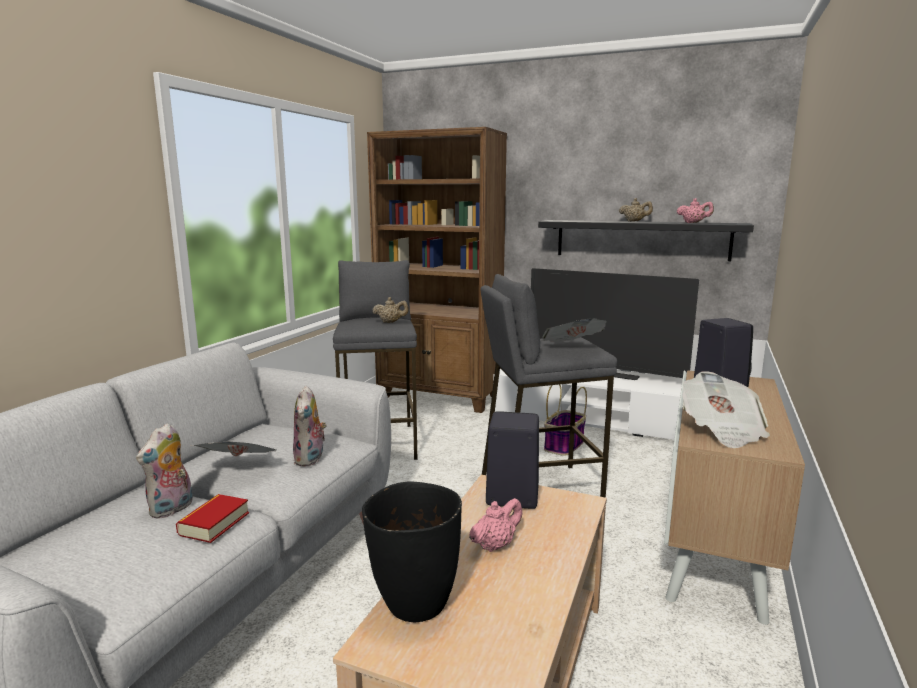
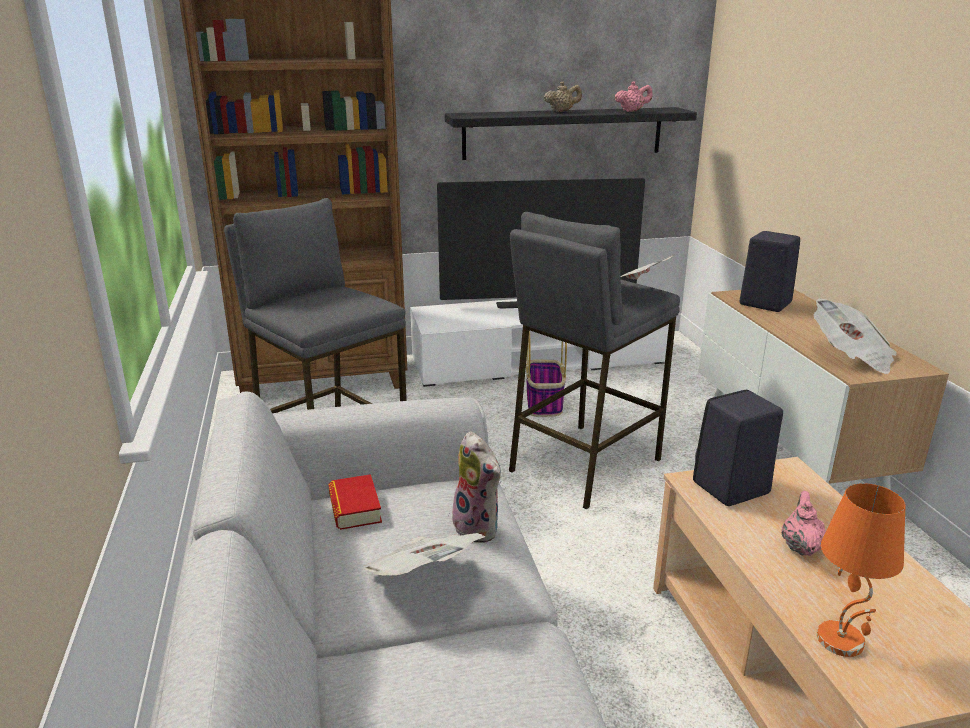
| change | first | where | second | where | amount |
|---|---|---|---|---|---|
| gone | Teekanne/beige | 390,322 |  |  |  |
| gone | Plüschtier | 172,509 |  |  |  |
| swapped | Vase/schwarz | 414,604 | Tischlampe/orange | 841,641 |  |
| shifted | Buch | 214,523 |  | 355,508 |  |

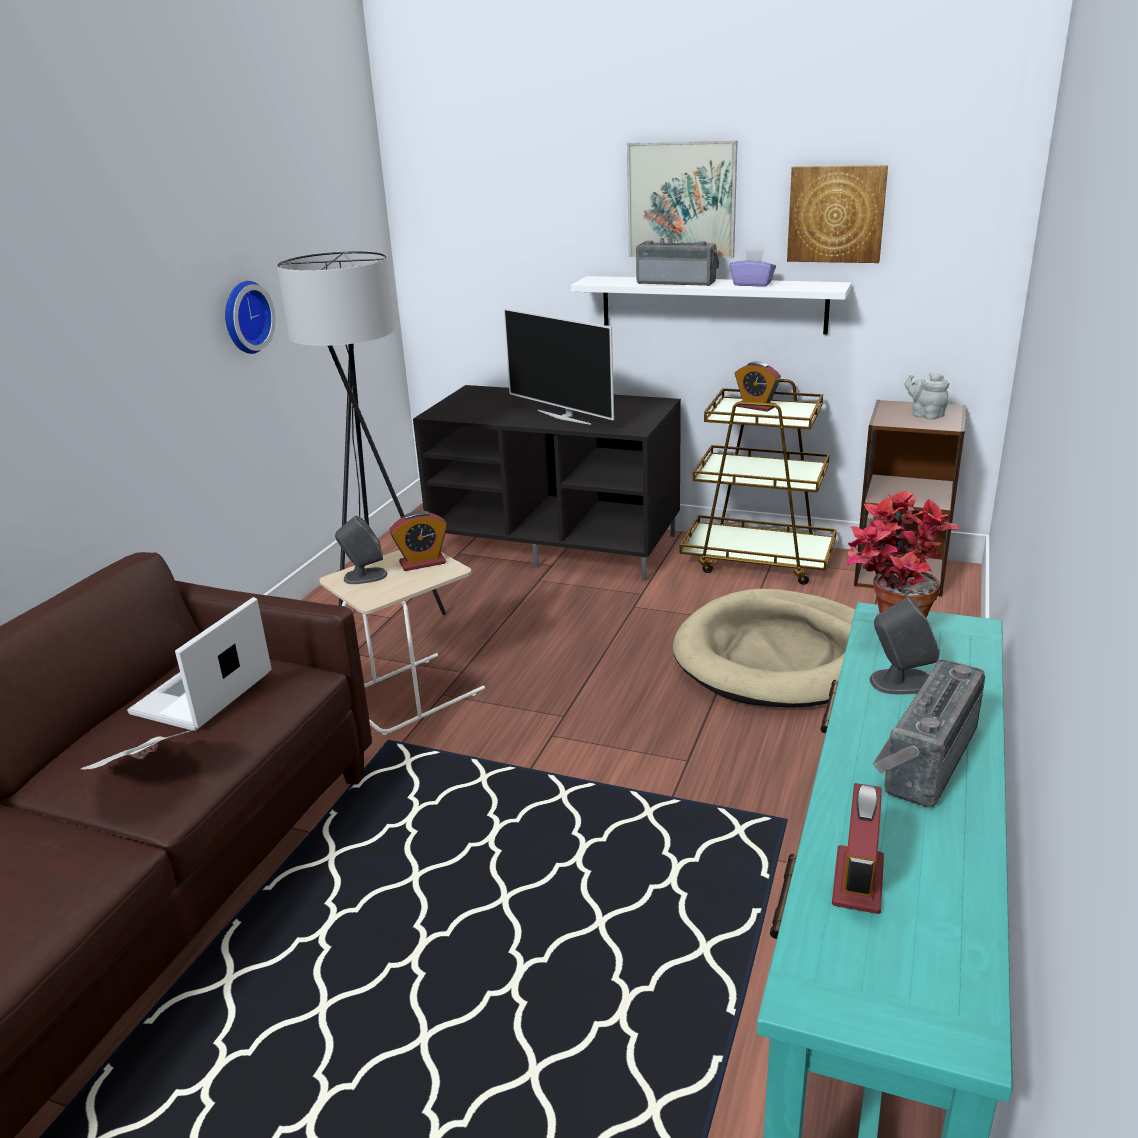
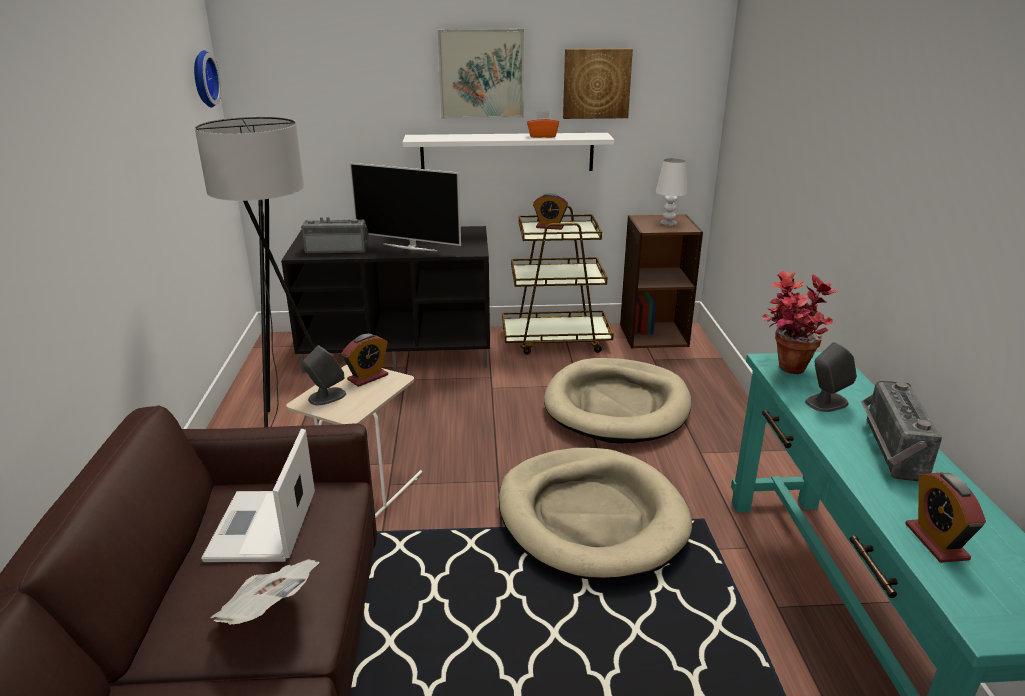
| change | first | where | second | where | amount |
|---|---|---|---|---|---|
| shifted | Radio | 677,282 |  | 337,249 |  |
| repainted | Taschentuchbox/lila | 752,284 | Taschentuchbox/orange | 542,136 |  |
| shifted | Wanduhr | 244,317 |  | 202,79 |  |
| swapped | Teekanne/grau | 925,415 | Tischlampe/weiß | 668,223 |  |
| new |  |  | Hundebett/beige | 591,517 |  |

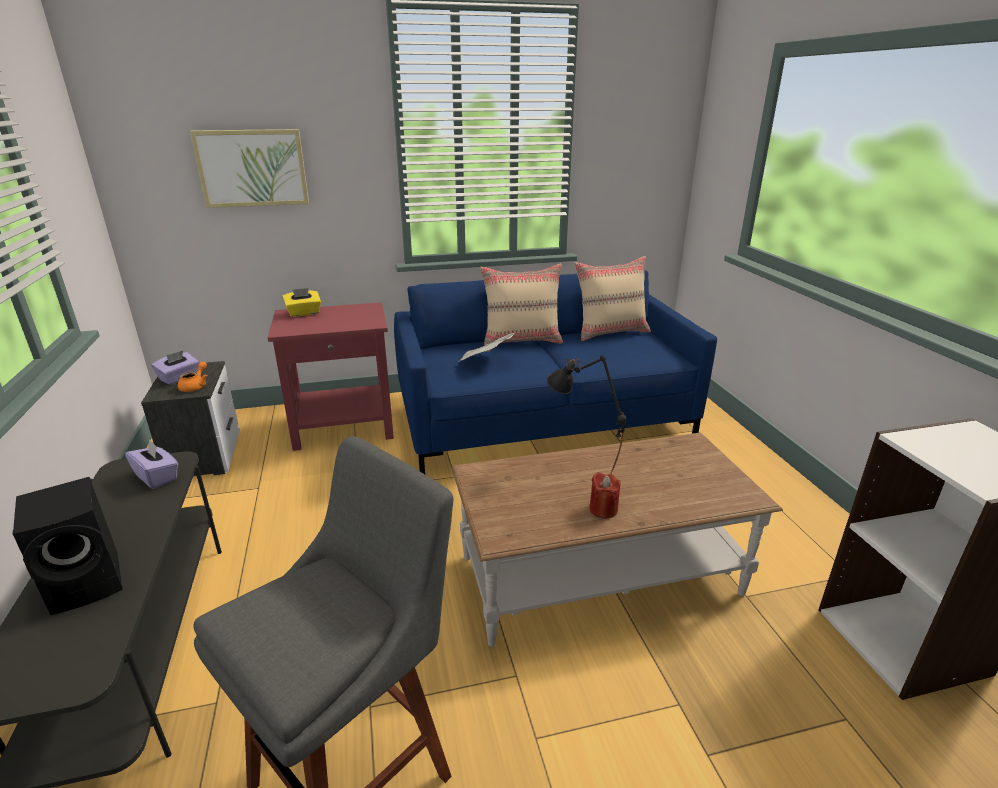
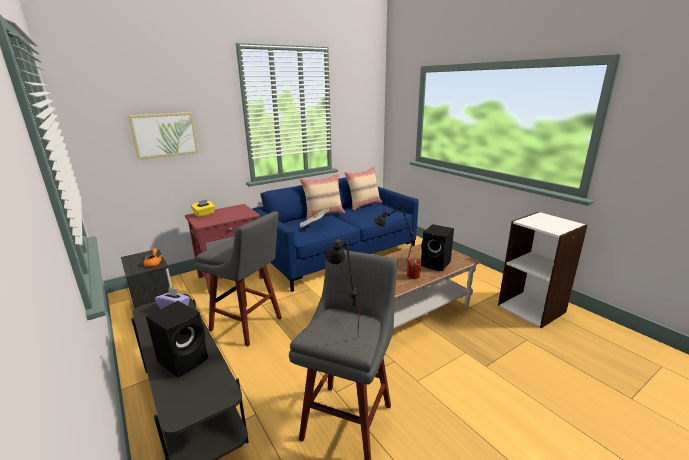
| change | first | where | second | where | amount |
|---|---|---|---|---|---|
| gone | Taschentuchbox/lila | 179,378 |  |  |  |
| new |  |  | Hocker/grau | 249,325 |  |
| new |  |  | Lautsprecher/schwarz | 436,264 |  |
| new |  |  | Tischlampe/schwarz | 343,326 |  |

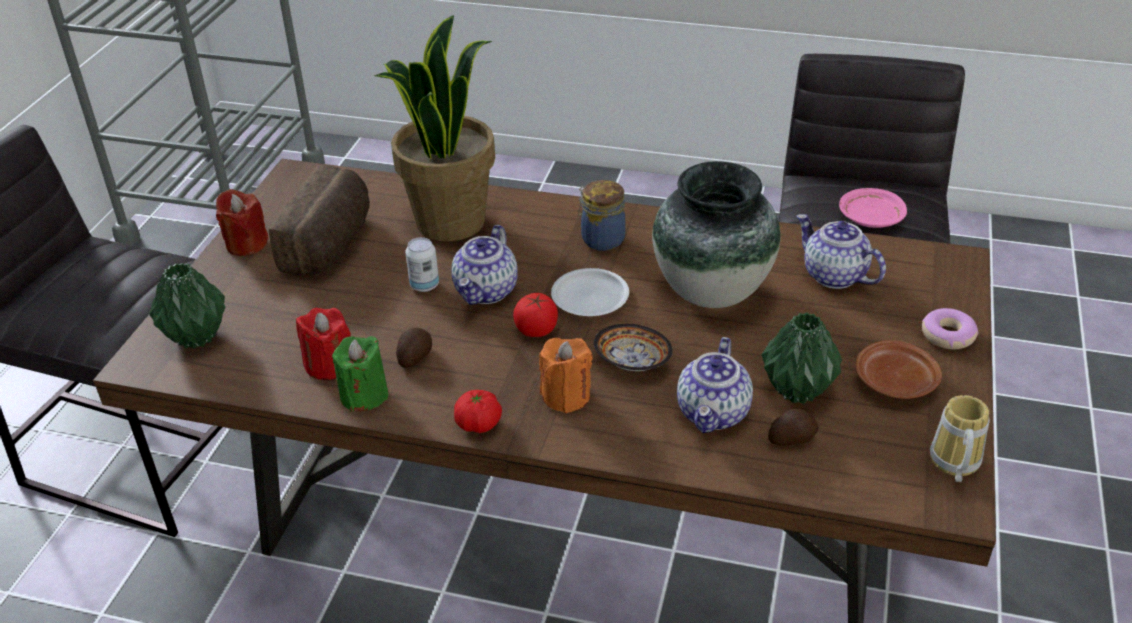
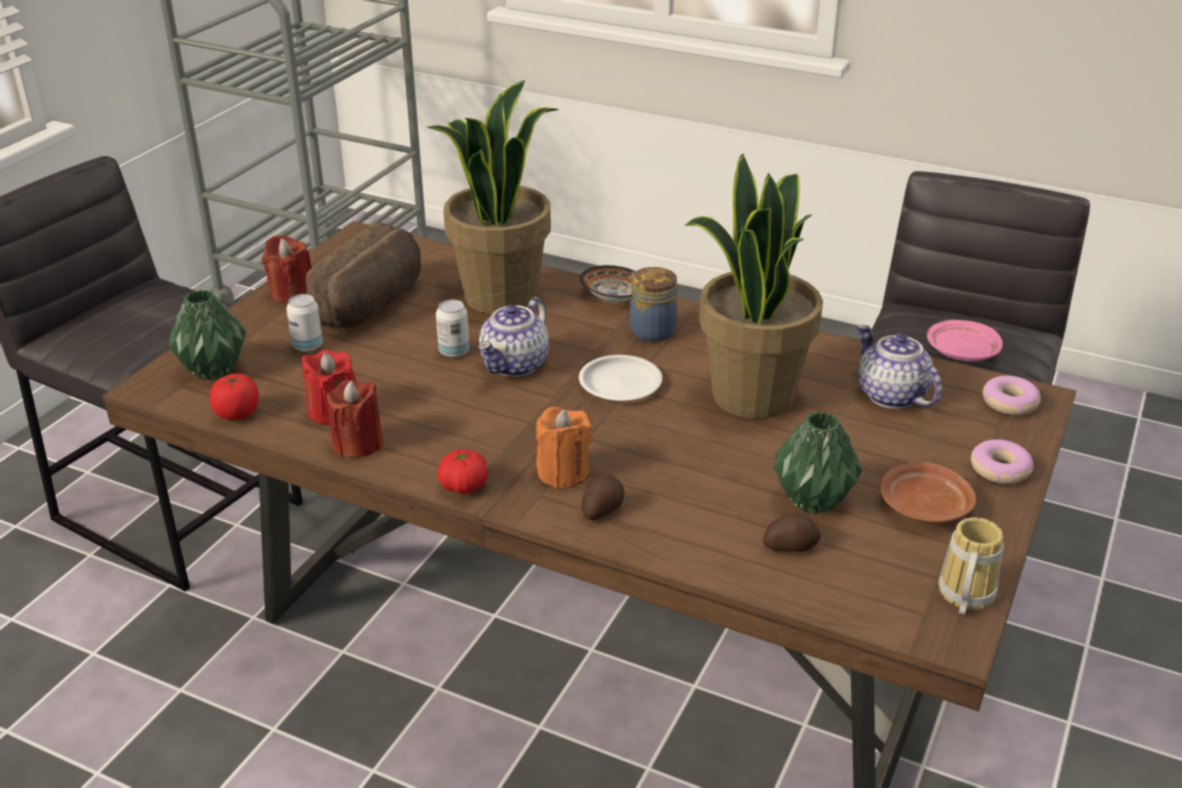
| change | first | where | second | where | amount |
|---|---|---|---|---|---|
| swapped | Vase | 711,293 | Topfpflanze | 751,395 |  |
| shifted | Tomate | 536,329 |  | 237,413 |  |
| shifted | Schüssel | 631,361 |  | 613,297 |  |
| shifted | Kartoffel | 414,357 |  | 601,509 |  |
| repainted | Kerze/grün | 364,395 | Kerze/rot | 358,444 |  |
| gone | Teekanne | 714,413 |  |  |  |
| new |  |  | Dose | 307,346 |  |
| new |  |  | Donut | 1009,402 |  |

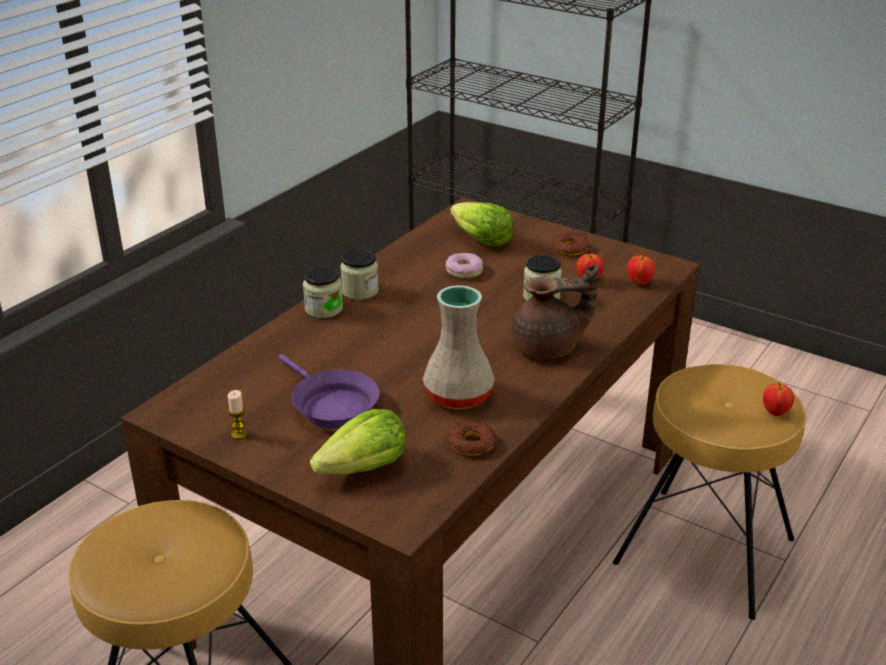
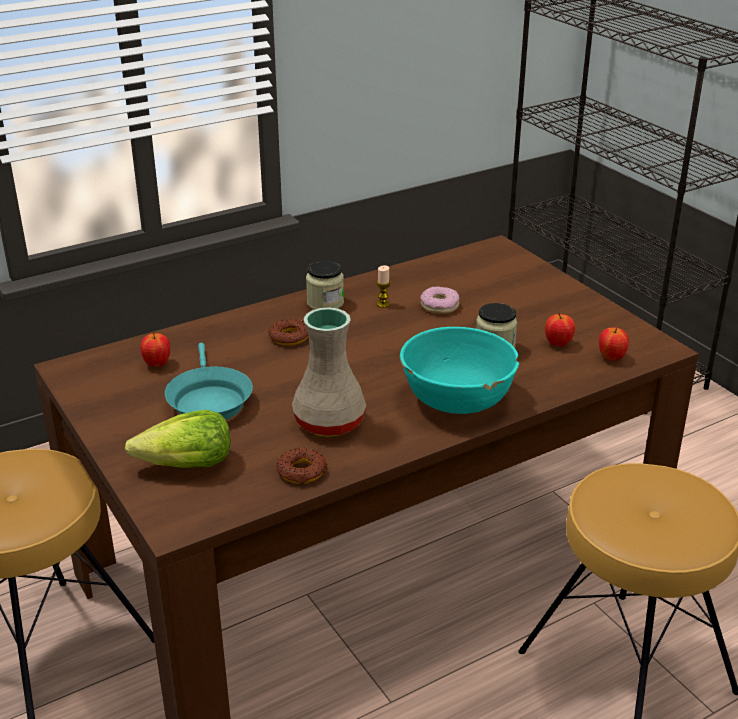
| change | first | where | second | where | amount |
|---|---|---|---|---|---|
| gone | Salatkopf | 480,240 |  |  |  |
| shifted | Donut | 570,249 |  | 289,337 |  |
| swapped | Teekanne/braun | 548,348 | Schüssel/türkis | 457,400 |  |
| gone | Vorratsglas | 323,309 |  |  |  |
| repainted | Pfanne/lila | 331,405 | Pfanne/türkis | 208,400 |  |
| shifted | Apfel | 775,412 |  | 157,364 |  |
| shifted | Kerze | 239,434 |  | 383,304 |  |

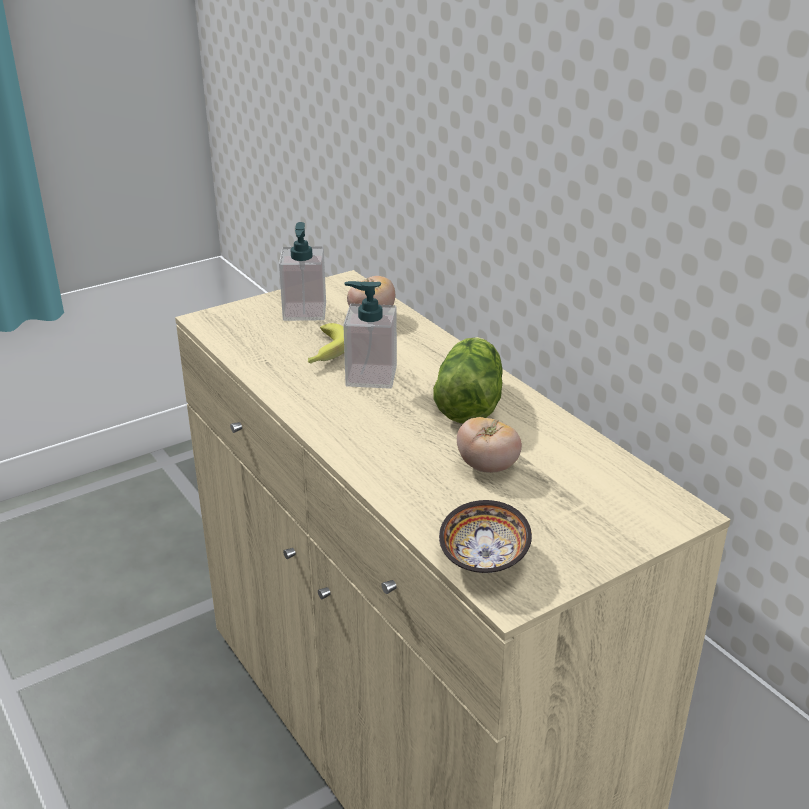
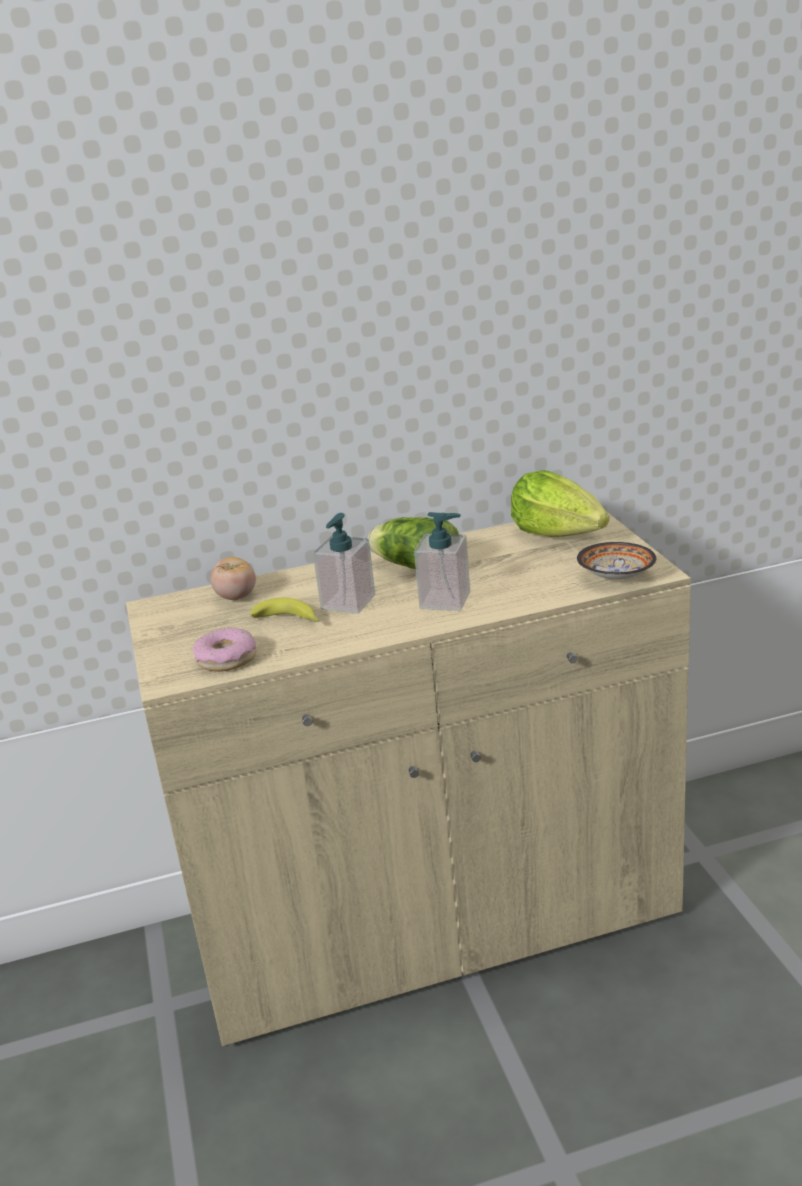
| change | first | where | second | where | amount |
|---|---|---|---|---|---|
| shifted | Seifenspender | 304,311 |  | 445,600 |  |
| gone | Tomate | 487,466 |  |  |  |
| new |  |  | Salatkopf | 559,533 |  |
| new |  |  | Donut | 226,658 |  |

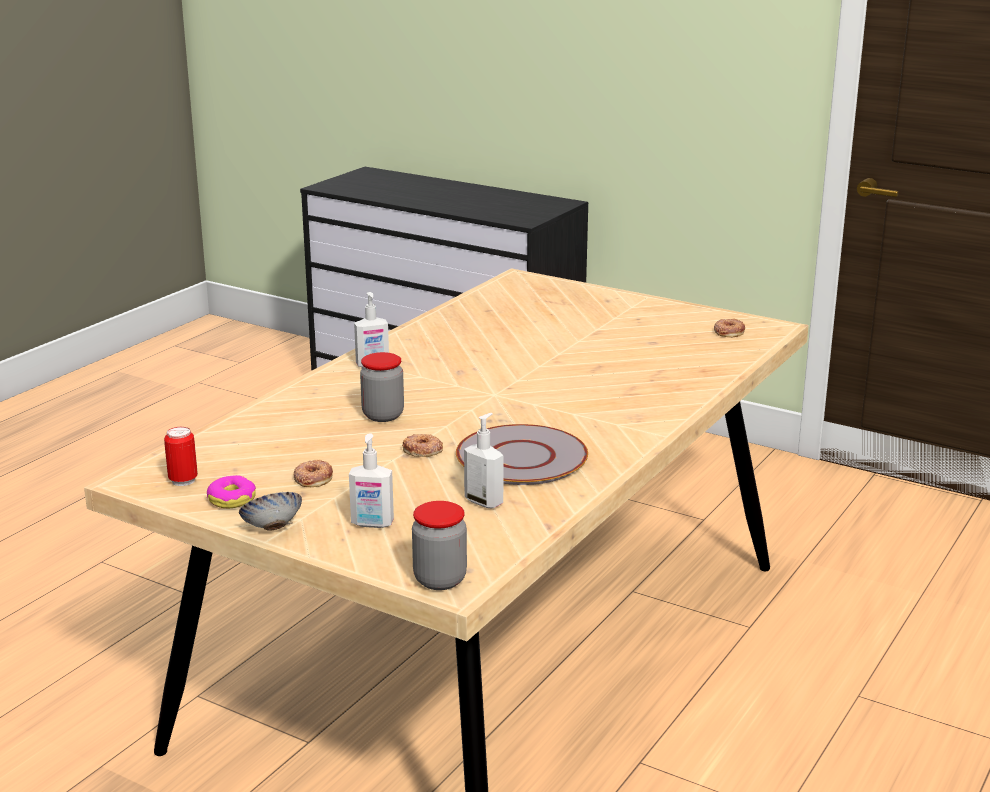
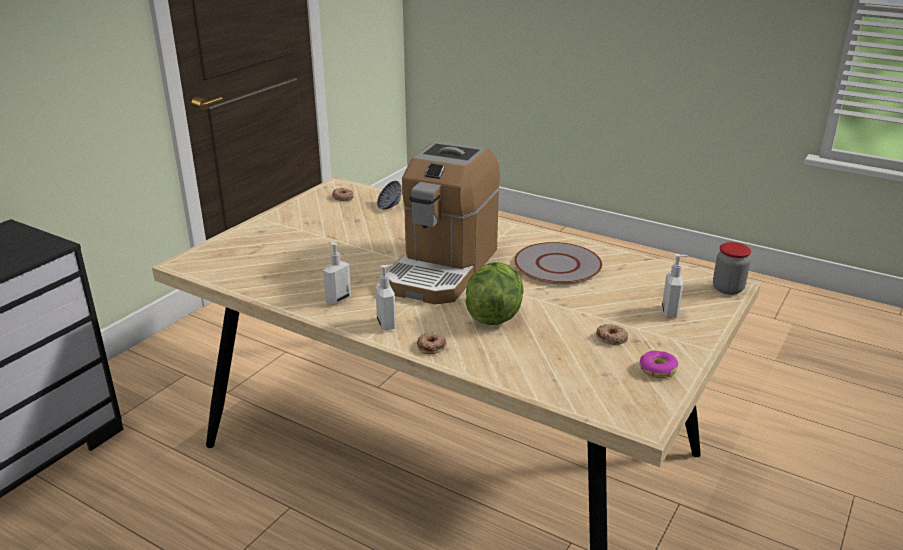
| change | first | where | second | where | amount |
|---|---|---|---|---|---|
| swapped | Vorratsglas | 383,415 | Salatkopf | 494,315 |  |
| shifted | Seifenspender | 484,501 |  | 338,299 |  |
| gone | Dose | 183,481 |  |  |  |
| shifted | Donut | 422,450 |  | 431,346 |  |
| shifted | Schüssel | 272,528 |  | 389,206 |  |
| new |  |  | Kaffeemaschine | 442,268 |  |

